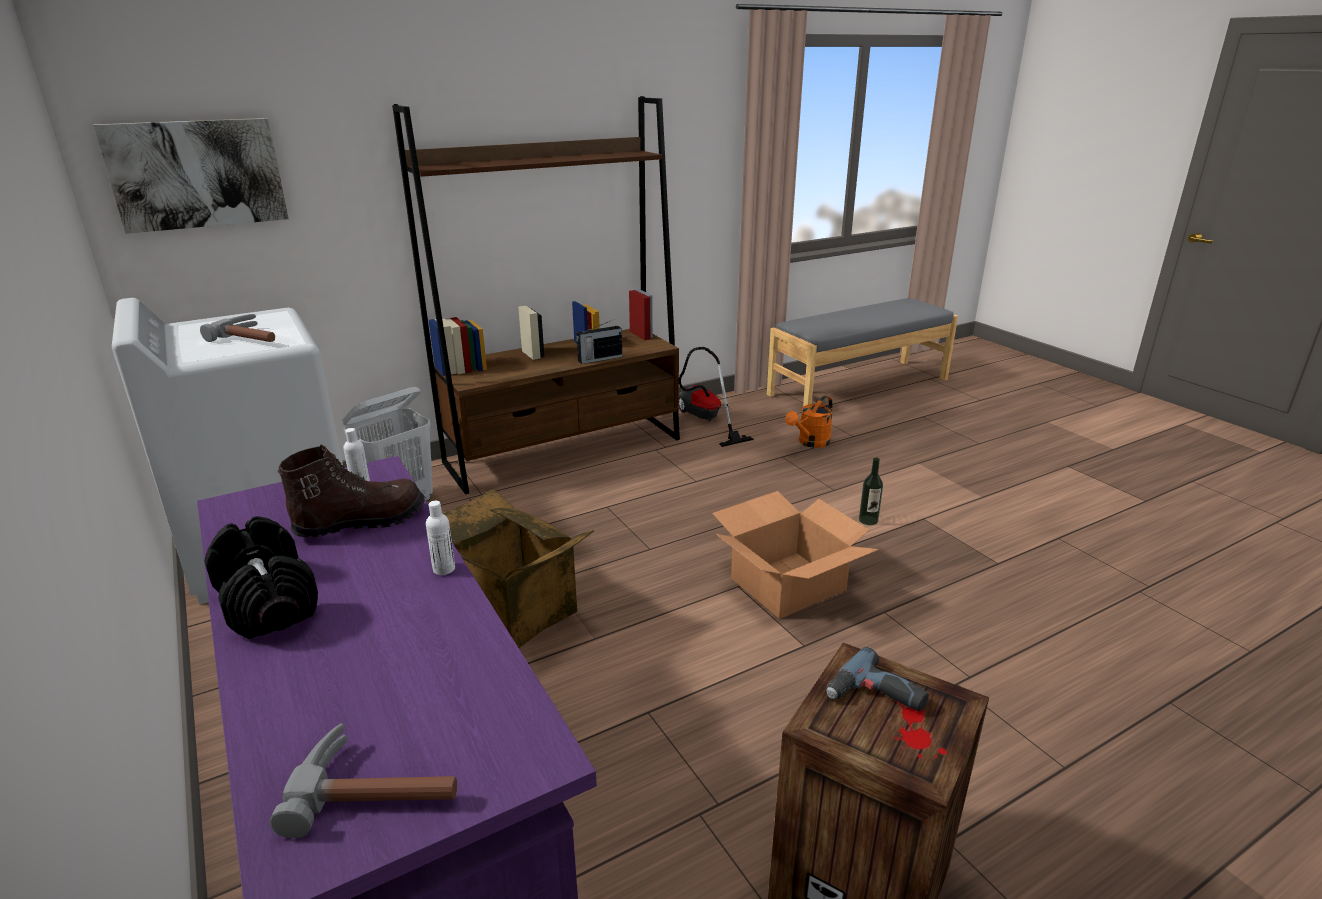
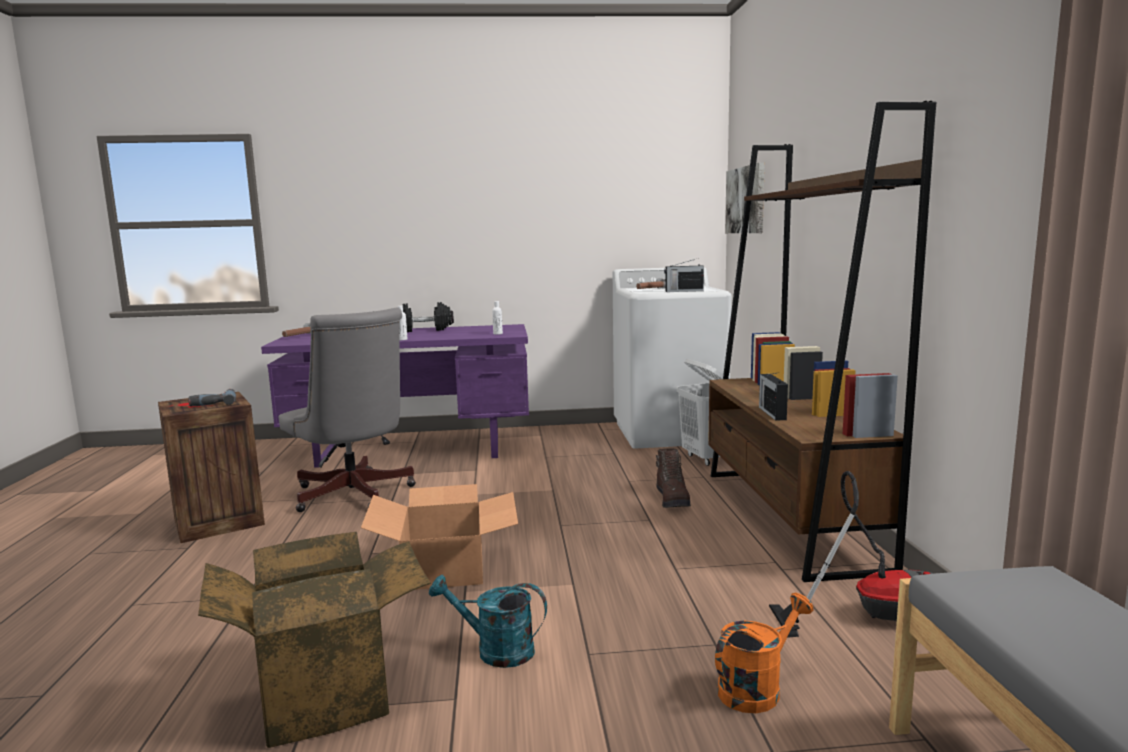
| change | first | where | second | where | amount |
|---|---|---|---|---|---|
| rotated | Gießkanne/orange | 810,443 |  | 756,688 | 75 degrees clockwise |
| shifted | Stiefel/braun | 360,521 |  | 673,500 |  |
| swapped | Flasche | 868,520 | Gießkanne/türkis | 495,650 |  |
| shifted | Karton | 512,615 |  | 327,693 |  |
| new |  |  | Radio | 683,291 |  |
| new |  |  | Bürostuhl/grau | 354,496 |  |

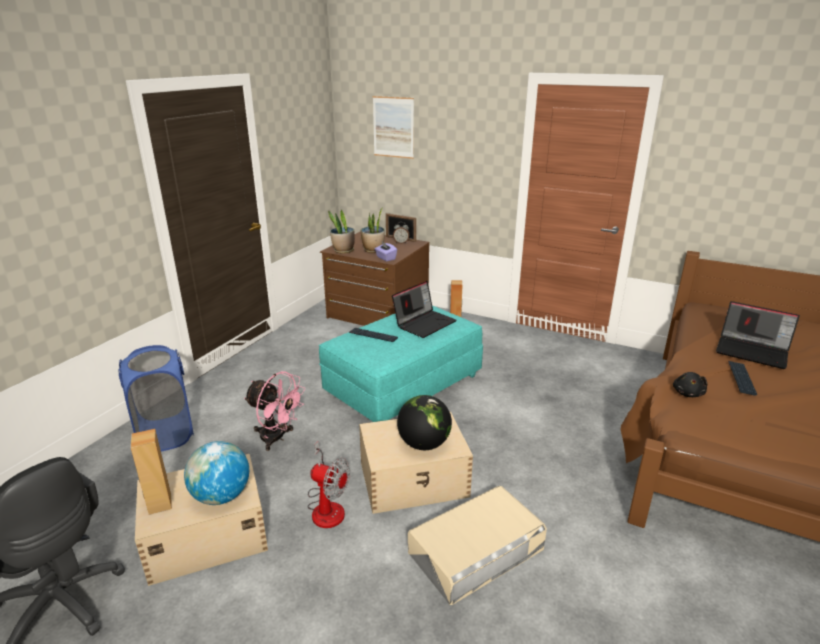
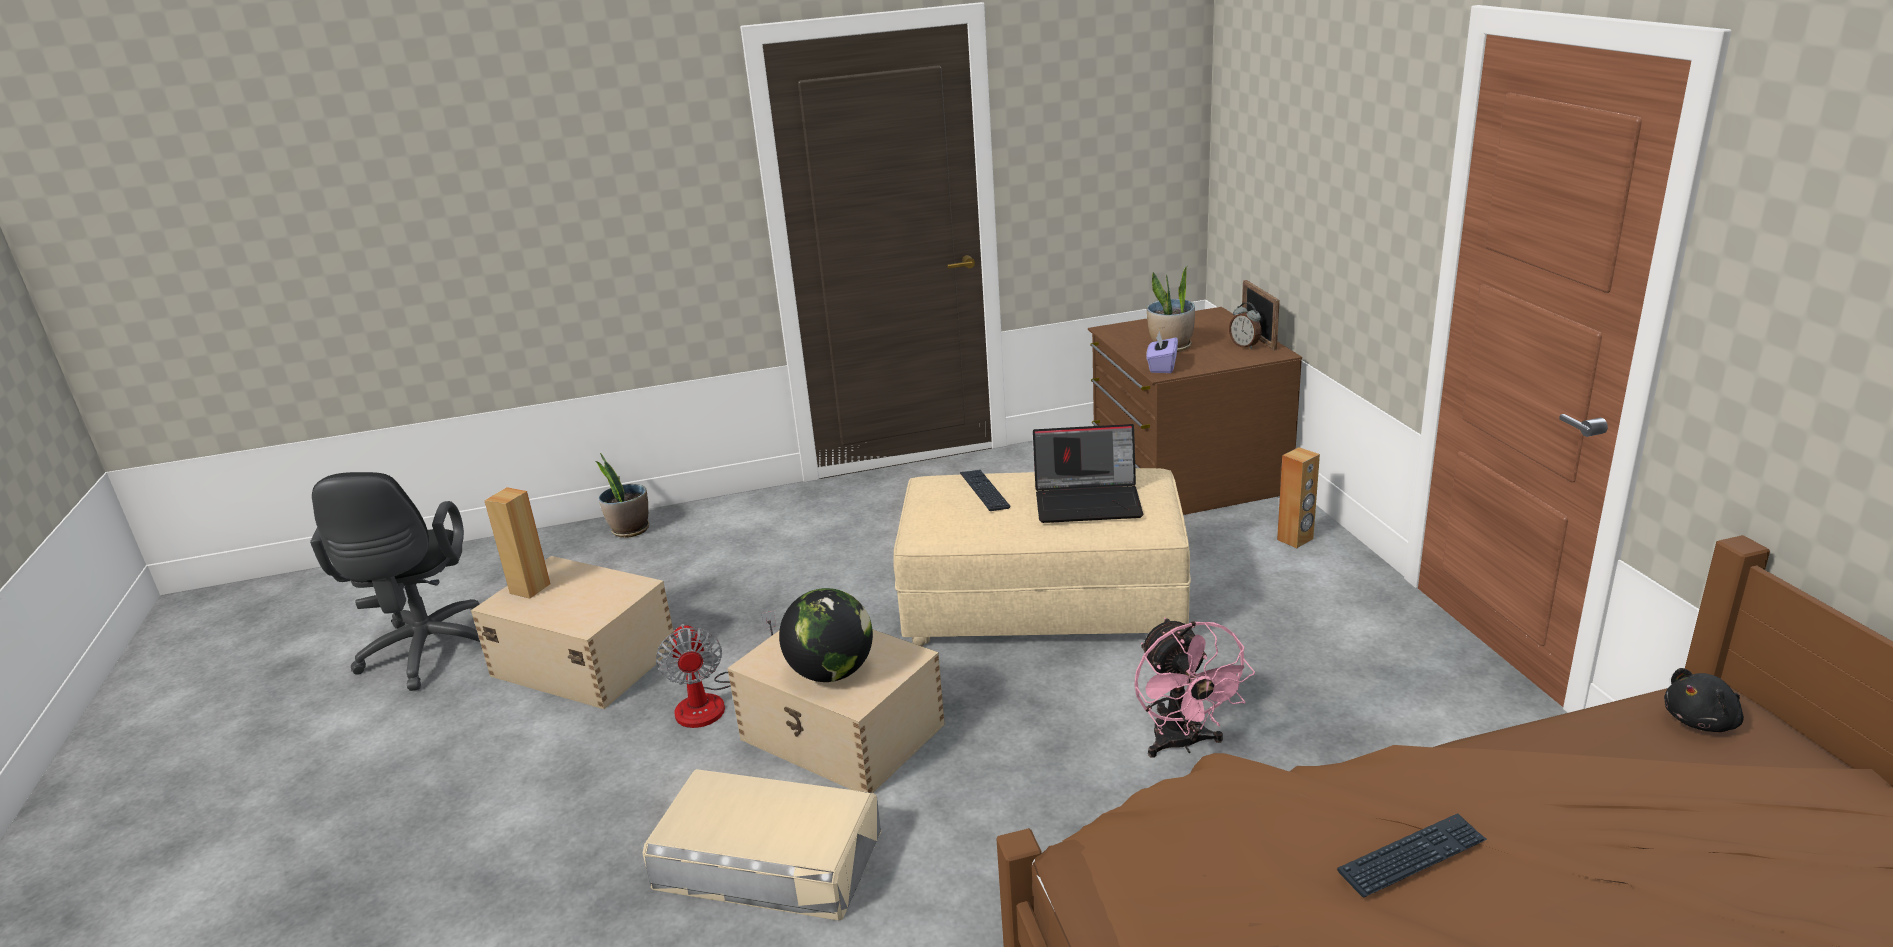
| change | first | where | second | where | amount |
|---|---|---|---|---|---|
| gone | Bild | 393,127 |  |  |  |
| shifted | Topfpflanze | 343,251 |  | 630,530 |  |
| gone | Laptop | 753,351 |  |  |  |
| repainted | Polsterhocker/türkis | 403,383 | Polsterhocker/beige | 1043,599 |  |
| gone | Wäschekorb/blau | 166,434 |  |  |  |
| shifted | Ventilator/rosa | 277,438 |  | 1183,744 |  |
| shifted | Plüschtier/schwarz | 688,393 |  | 1702,721 |  |
| gone | Globus | 221,496 |  |  |  |

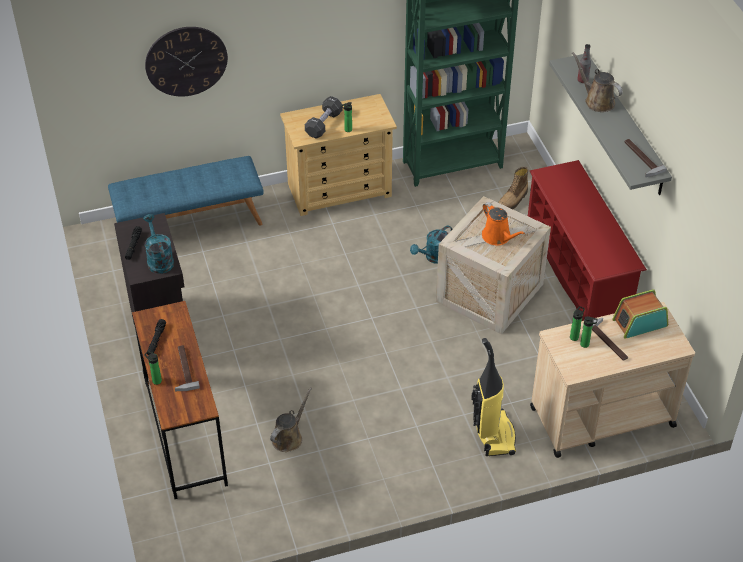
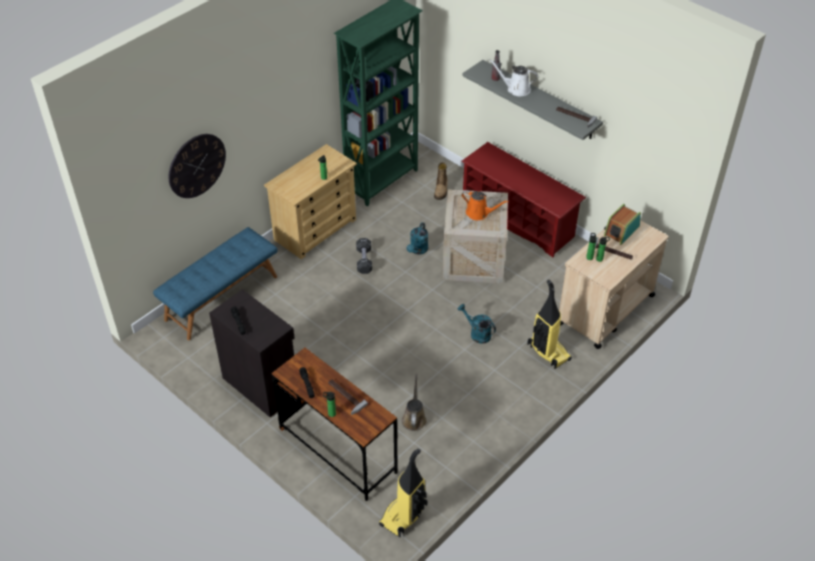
| change | first | where | second | where | amount |
|---|---|---|---|---|---|
| repainted | Gießkanne/braun | 597,101 | Gießkanne/weiß | 516,89 |  |
| shifted | Hantel/schwarz | 324,124 |  | 364,261 |  |
| shifted | Gießkanne/türkis | 159,259 |  | 477,333 |  |
| new |  |  | Staubsauger | 404,516 |  |

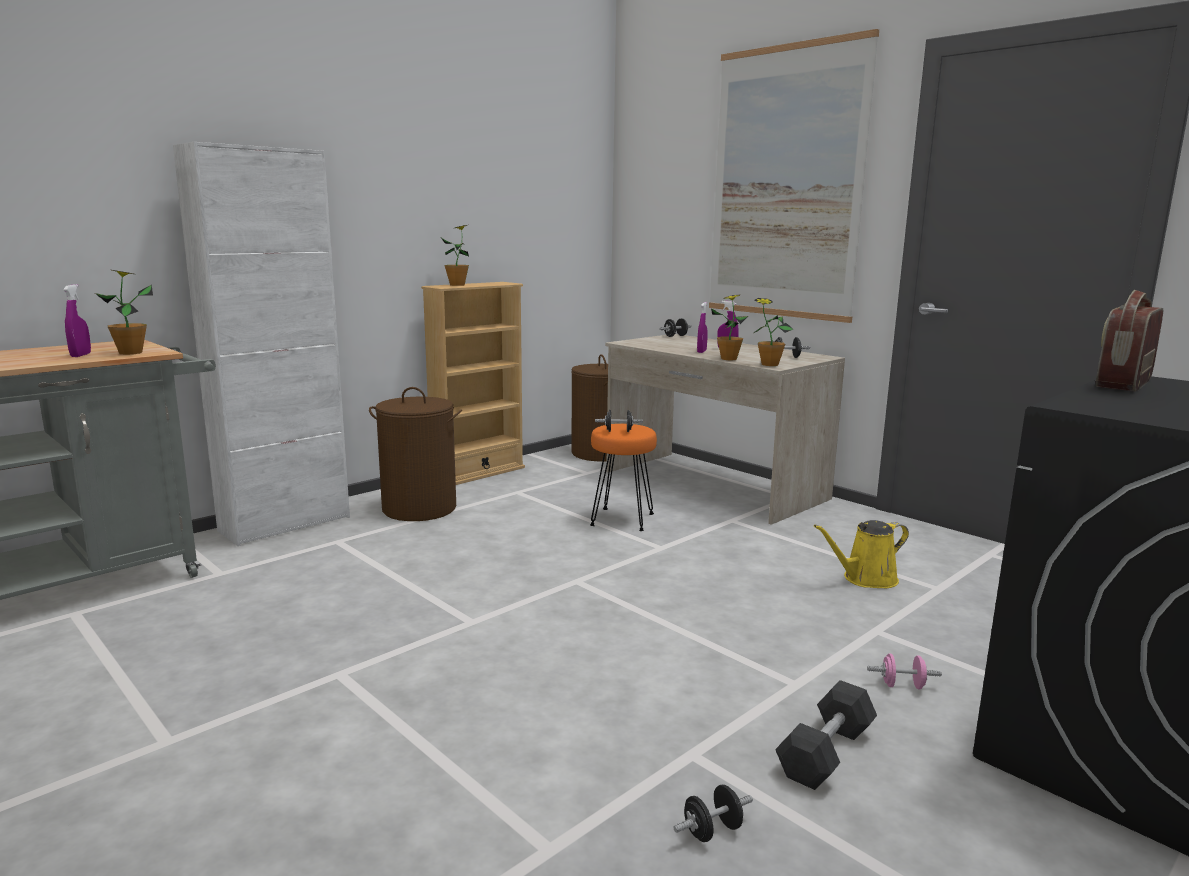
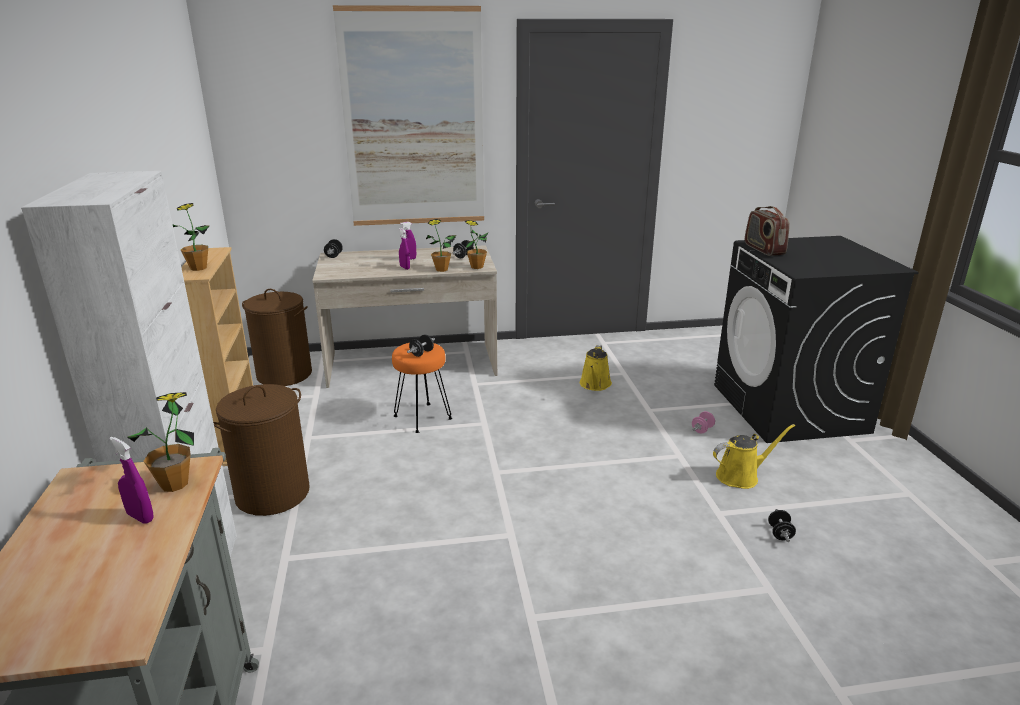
| change | first | where | second | where | amount |
|---|---|---|---|---|---|
| swapped | Hantel/schwarz | 825,753 | Gießkanne/gelb | 741,476 |  |

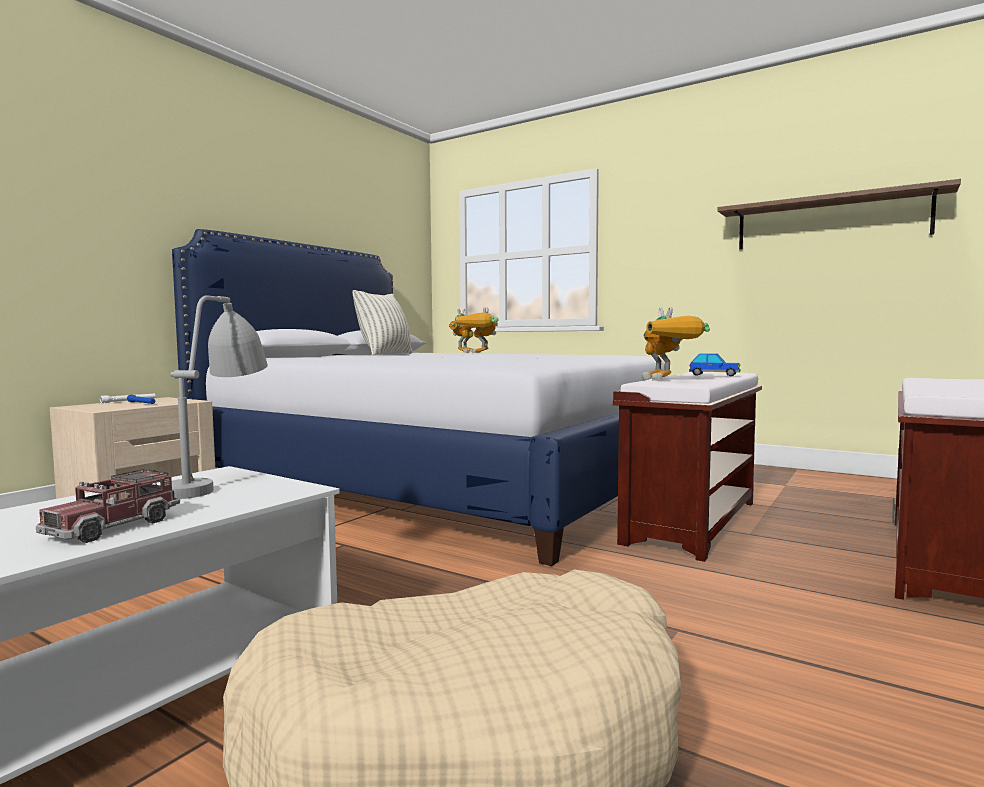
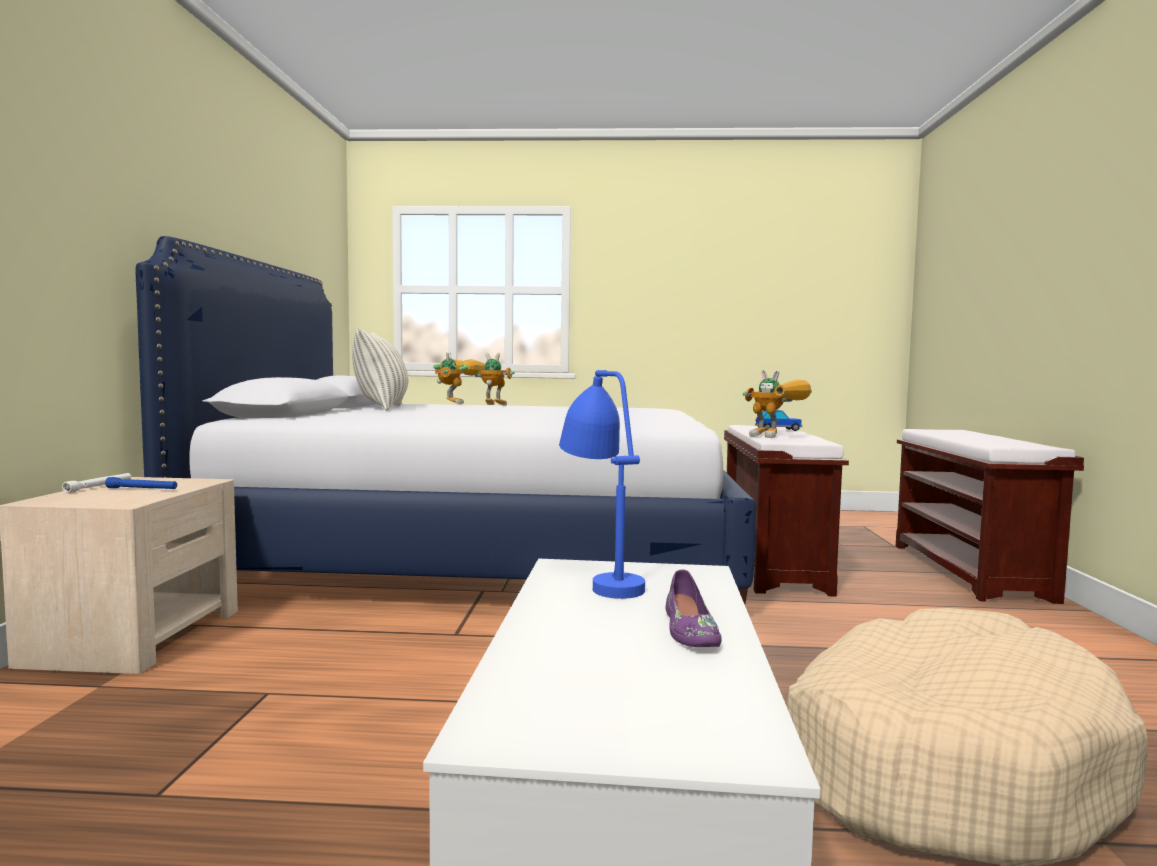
| change | first | where | second | where | amount |
|---|---|---|---|---|---|
| gone | Wandregal | 830,221 |  |  |  |
| repainted | Tischlampe/grau | 221,480 | Tischlampe/blau | 599,574 |  |
| rotated | Spielzeugroboter | 481,353 |  | 485,405 | 120 degrees clockwise |
| swapped | Spielzeuglaster | 112,527 | Schuh/lila | 689,631 |  |

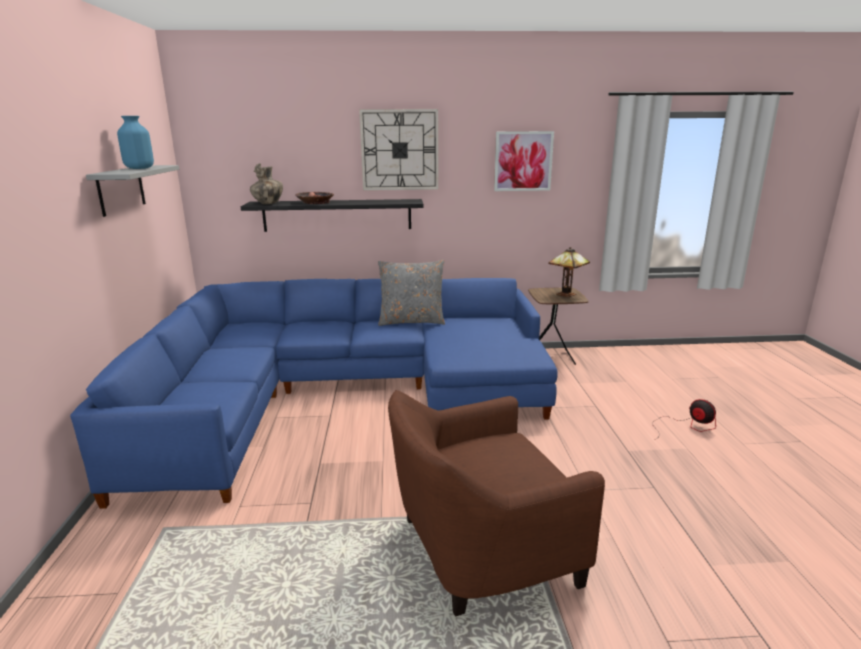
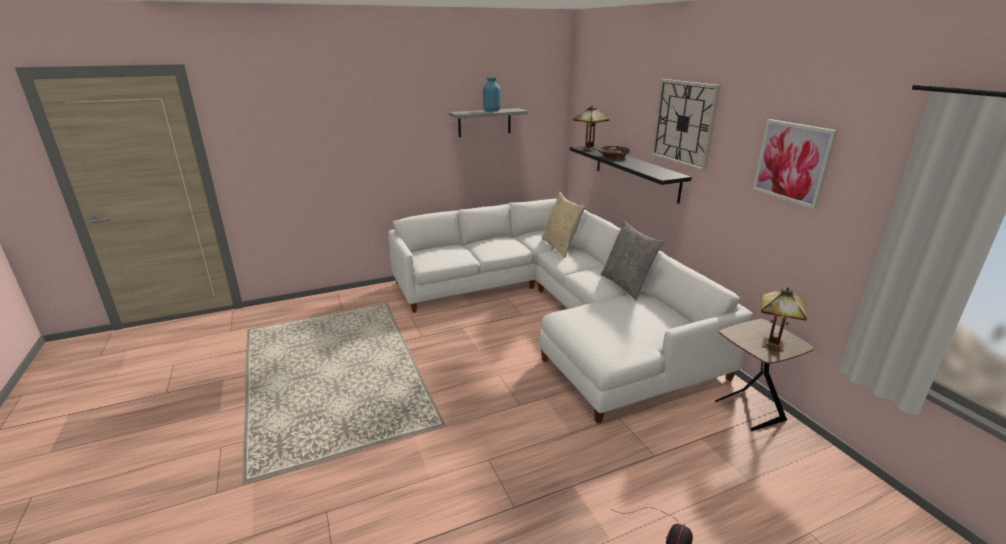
| change | first | where | second | where | amount |
|---|---|---|---|---|---|
| swapped | Vase | 268,203 | Tischlampe | 589,149 |  |
| repainted | Sofa/blau | 342,394 | Sofa/weiß | 555,310 |  |
| gone | Sessel/braun | 481,549 |  |  |  |
| new |  |  | Kissen/beige | 560,247 |  |

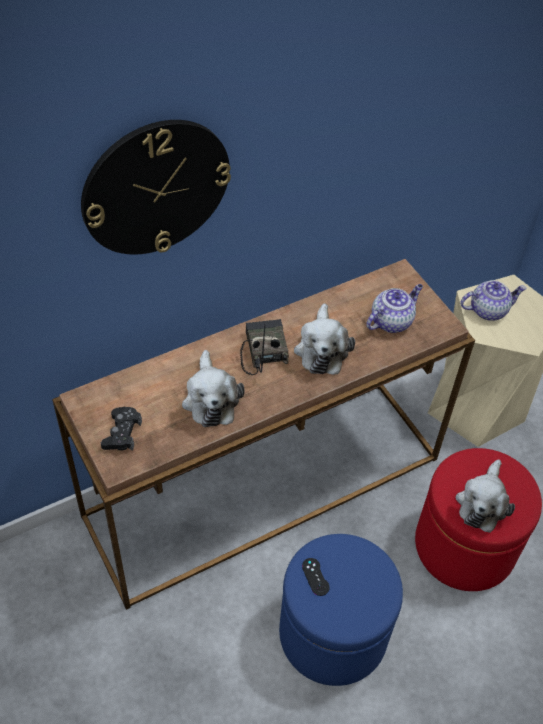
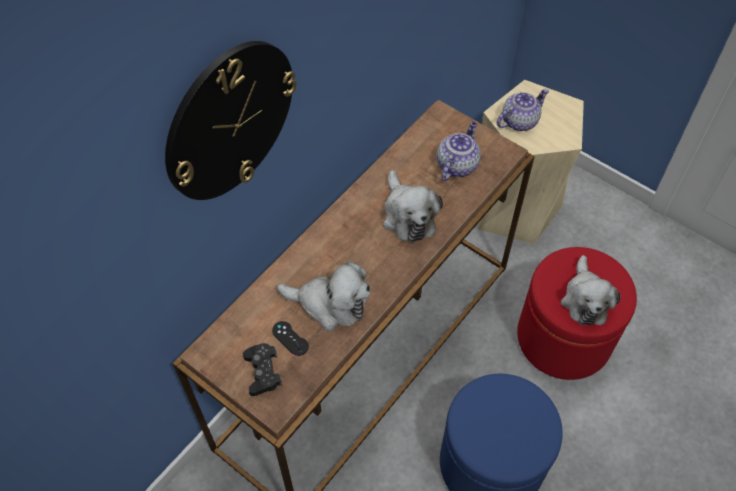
| change | first | where | second | where | amount |
|---|---|---|---|---|---|
| gone | Radio | 262,350 |  |  |  |
| rotated | Plüschtier | 210,399 |  | 330,304 | 45 degrees counterclockwise |
| shifted | Gamepad/schwarz | 315,577 |  | 290,338 |  |

